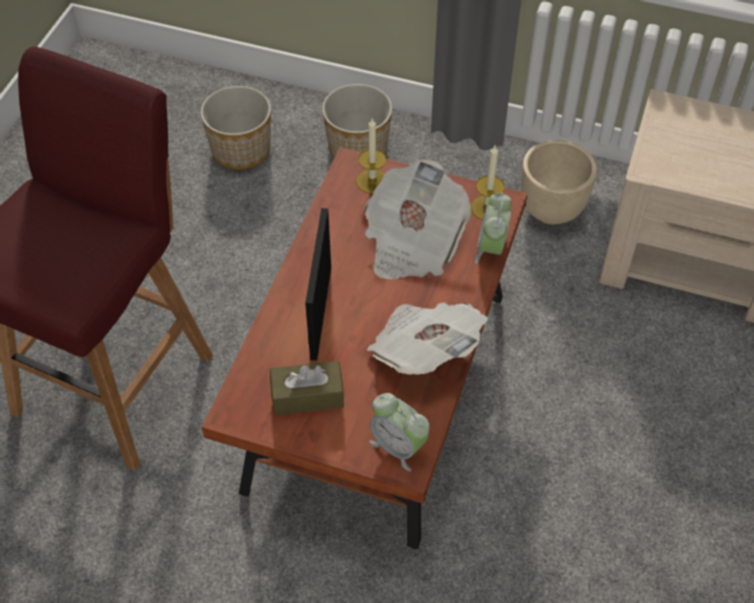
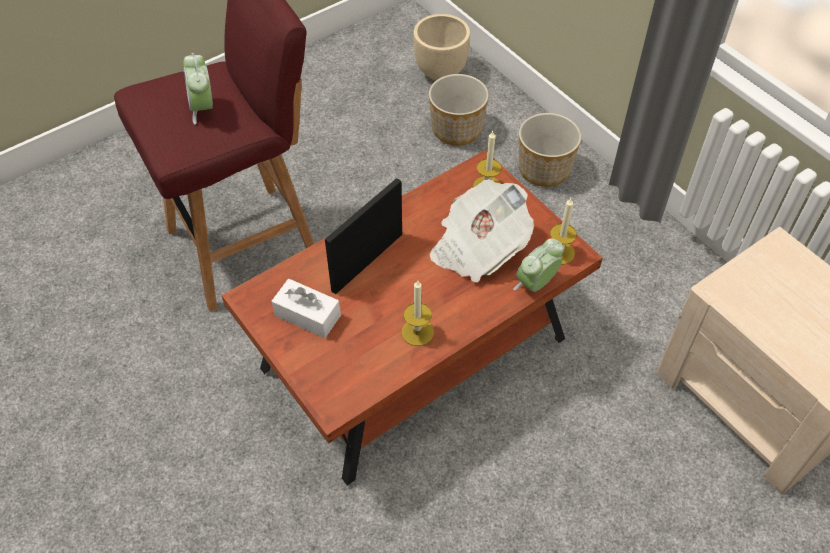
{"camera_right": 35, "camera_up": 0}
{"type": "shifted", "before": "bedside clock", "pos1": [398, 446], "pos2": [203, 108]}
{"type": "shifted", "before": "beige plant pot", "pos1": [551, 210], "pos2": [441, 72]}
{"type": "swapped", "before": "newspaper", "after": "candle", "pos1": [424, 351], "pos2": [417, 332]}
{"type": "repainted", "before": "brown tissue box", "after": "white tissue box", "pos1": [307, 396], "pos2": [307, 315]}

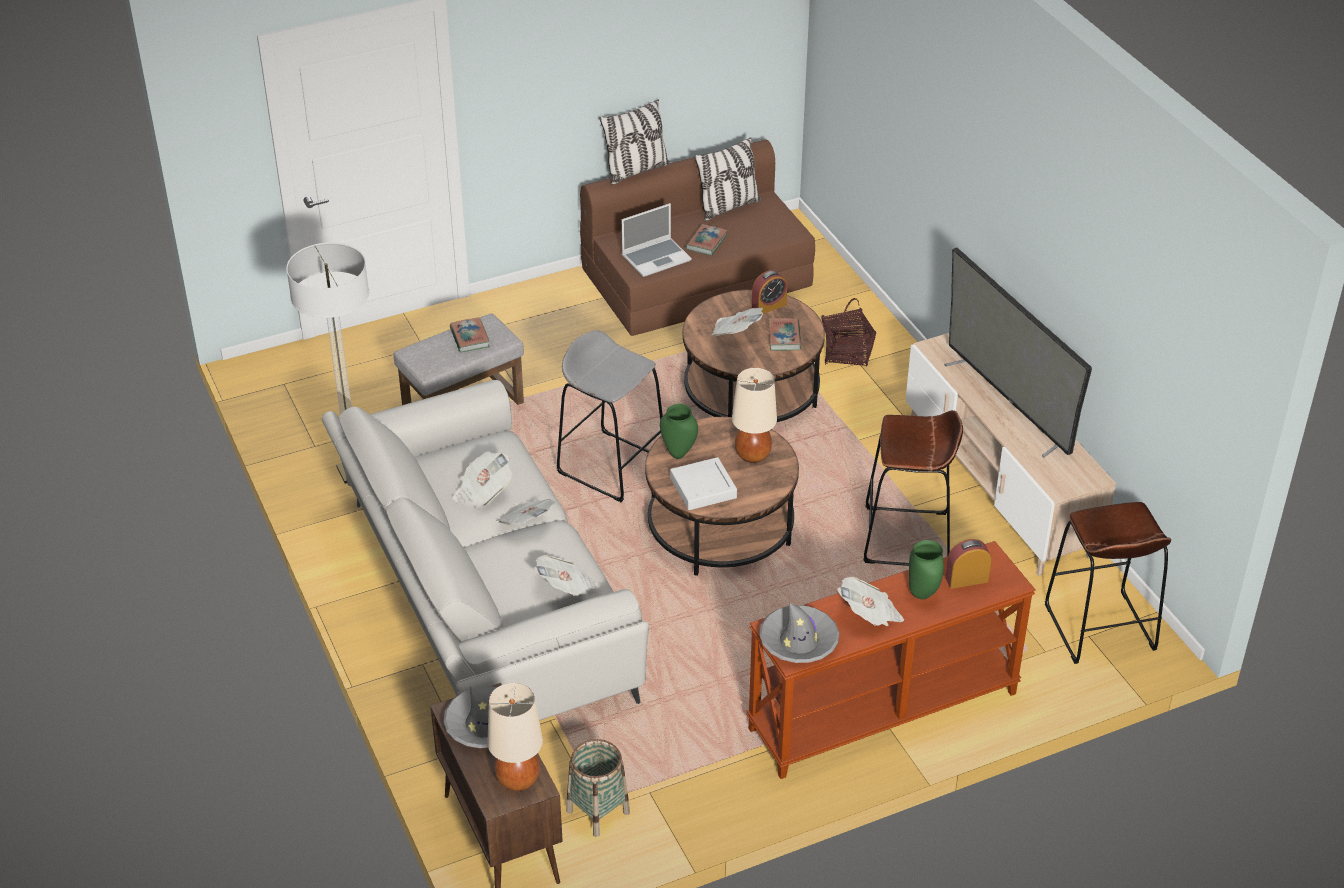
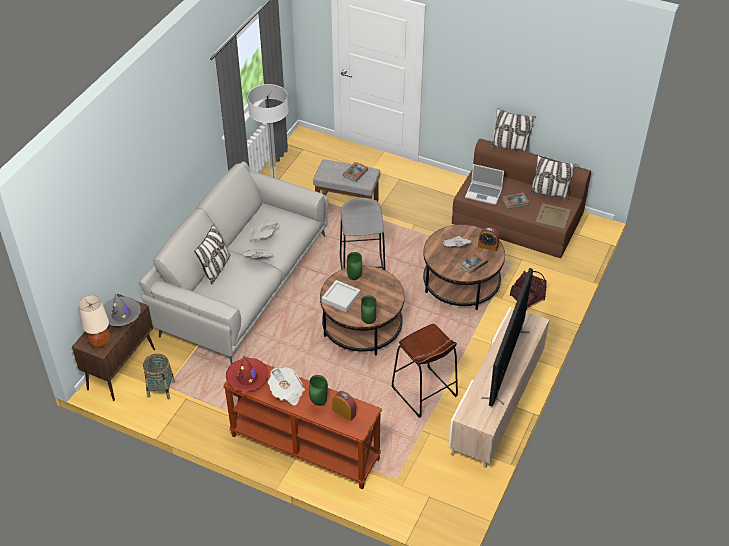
{"camera_right": 50, "camera_up": 5}
{"type": "gone", "before": "newspaper", "pos1": [567, 588]}
{"type": "gone", "before": "beige lamp for a table", "pos1": [752, 455]}
{"type": "gone", "before": "brown stool seat", "pos1": [1099, 628]}
{"type": "new", "after": "pillow", "pos2": [216, 268]}
{"type": "new", "after": "green-coloured flower vase", "pos2": [369, 321]}
{"type": "new", "after": "beige serving tray", "pos2": [553, 216]}
{"type": "repainted", "before": "greyish hat", "after": "red hat", "pos1": [799, 641], "pos2": [247, 378]}

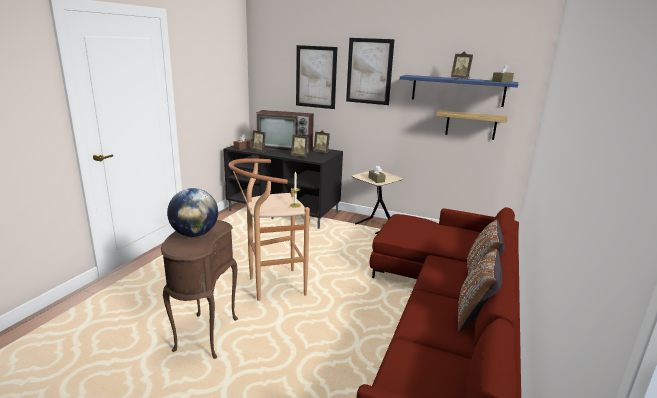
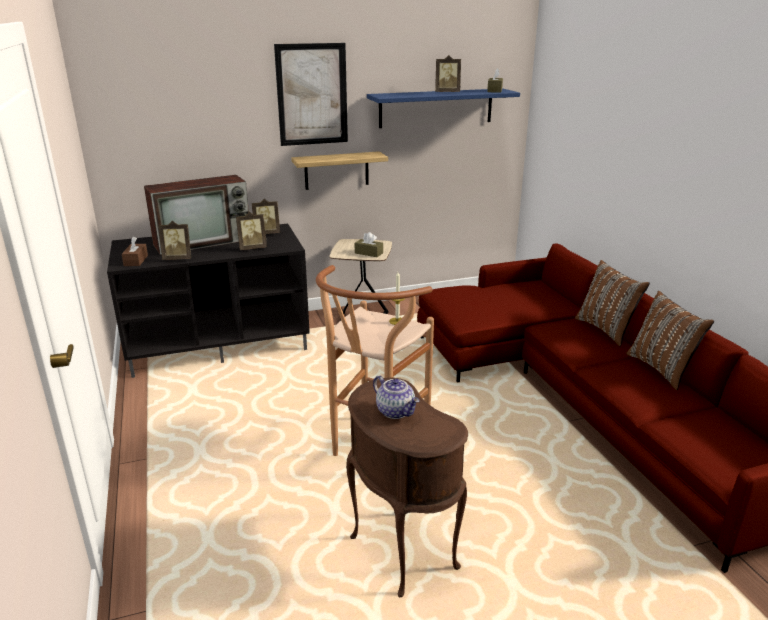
{"camera_right": -40, "camera_up": 5}
{"type": "gone", "before": "wall picture", "pos1": [316, 77]}
{"type": "shifted", "before": "bracket shelf", "pos1": [471, 125], "pos2": [336, 170]}
{"type": "swapped", "before": "globe", "after": "pot for tea", "pos1": [195, 234], "pos2": [396, 411]}

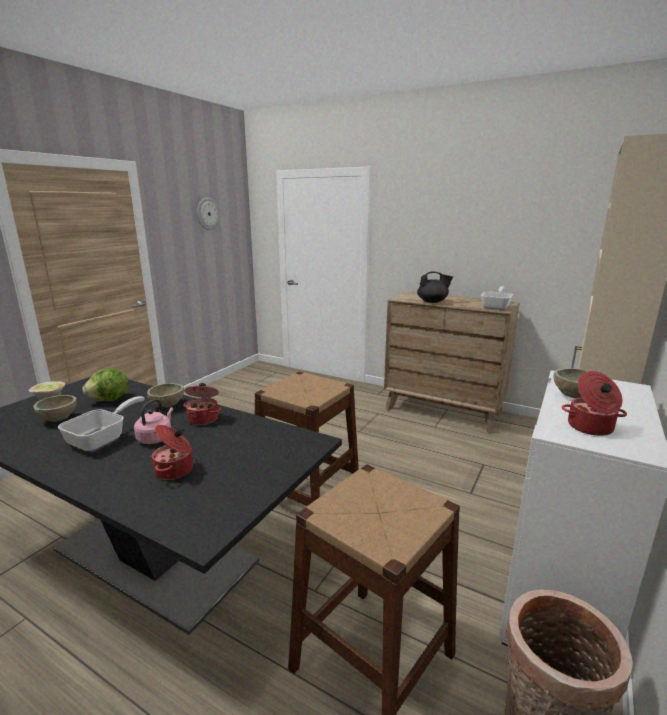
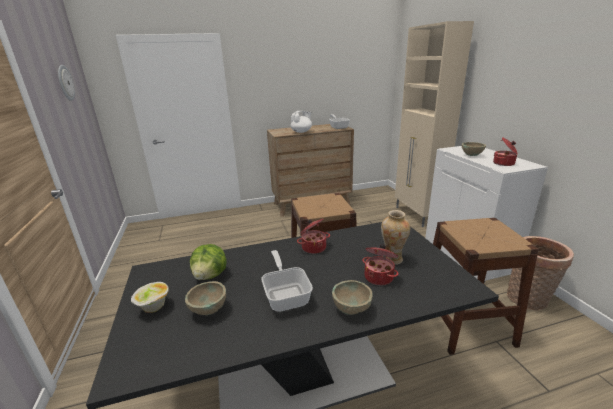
{"camera_right": -45, "camera_up": 5}
{"type": "gone", "before": "pinkish water kettle", "pos1": [156, 438]}
{"type": "new", "after": "flower vase", "pos2": [392, 259]}
{"type": "shifted", "before": "beige bowl", "pos1": [168, 406], "pos2": [352, 309]}
{"type": "repainted", "before": "black-coloured pot for tea", "after": "white pot for tea", "pos1": [432, 302], "pos2": [301, 132]}

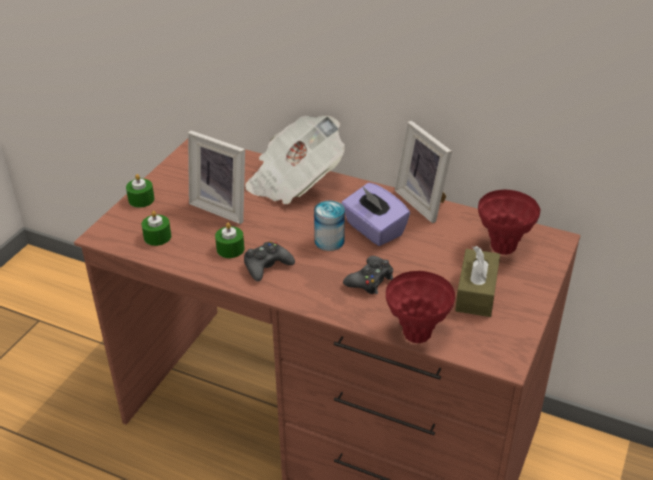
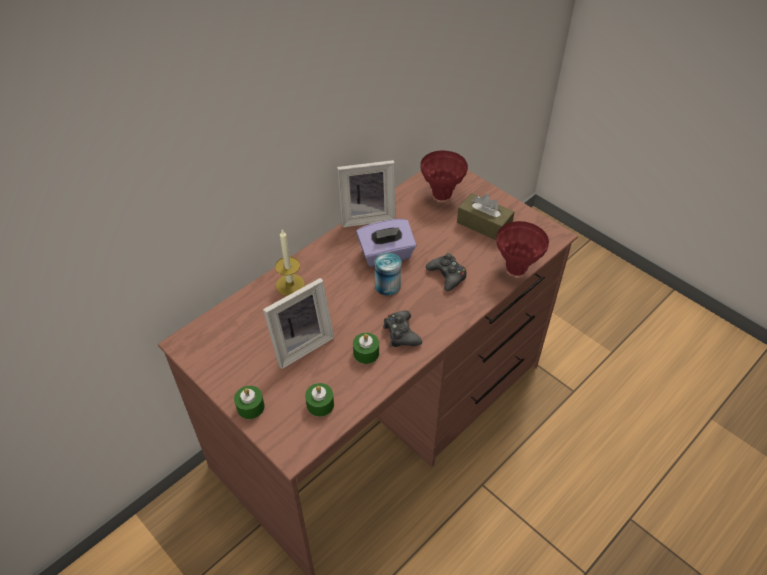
{"camera_right": -70, "camera_up": 10}
{"type": "swapped", "before": "newspaper", "after": "candle", "pos1": [294, 181], "pos2": [290, 285]}

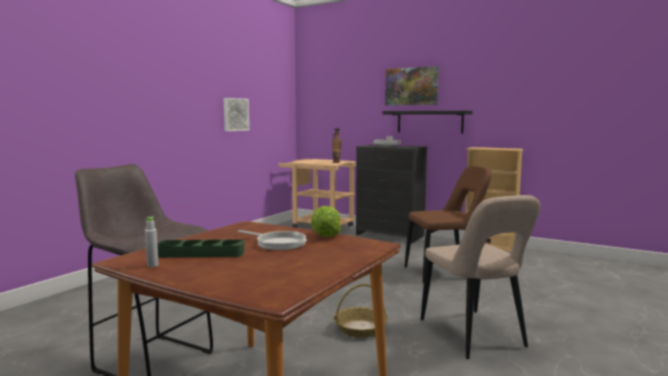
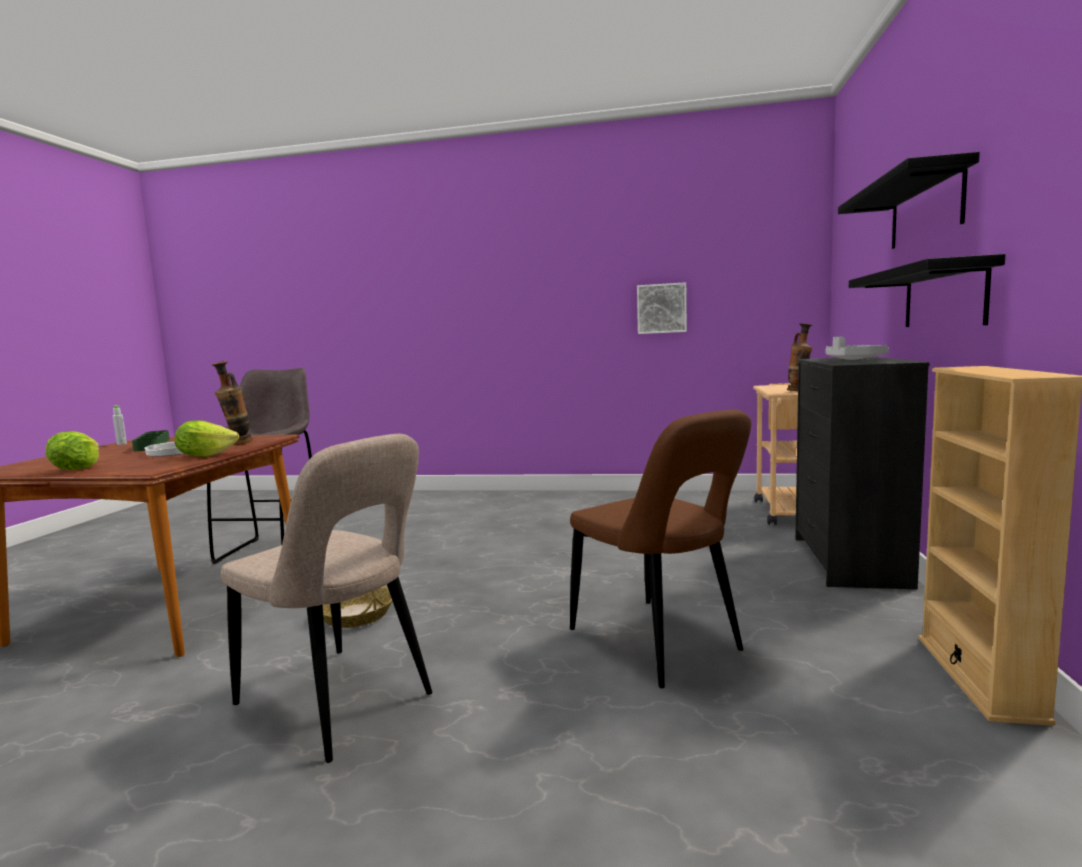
{"camera_right": 70, "camera_up": 0}
{"type": "new", "after": "lettuce", "pos2": [76, 469]}
{"type": "new", "after": "flower vase", "pos2": [237, 444]}
{"type": "swapped", "before": "wall picture", "after": "black-coloured bracket shelf", "pos1": [411, 86], "pos2": [925, 209]}
{"type": "rotated", "before": "beige plain chair", "pos1": [474, 336], "pos2": [340, 703], "turn": -105}

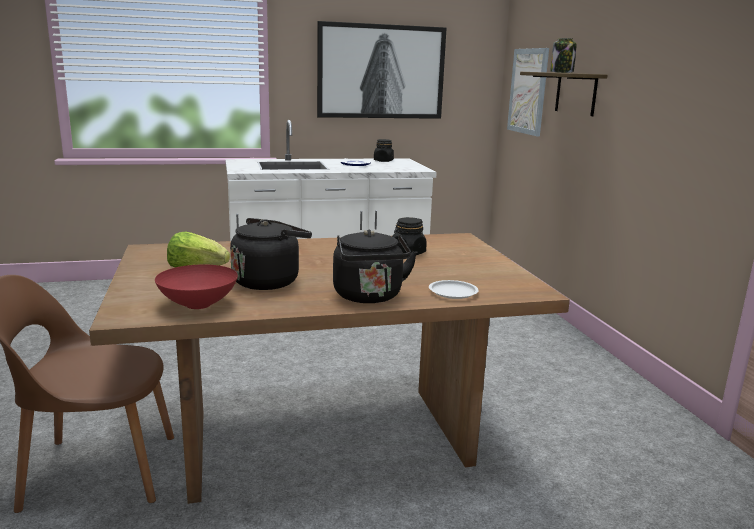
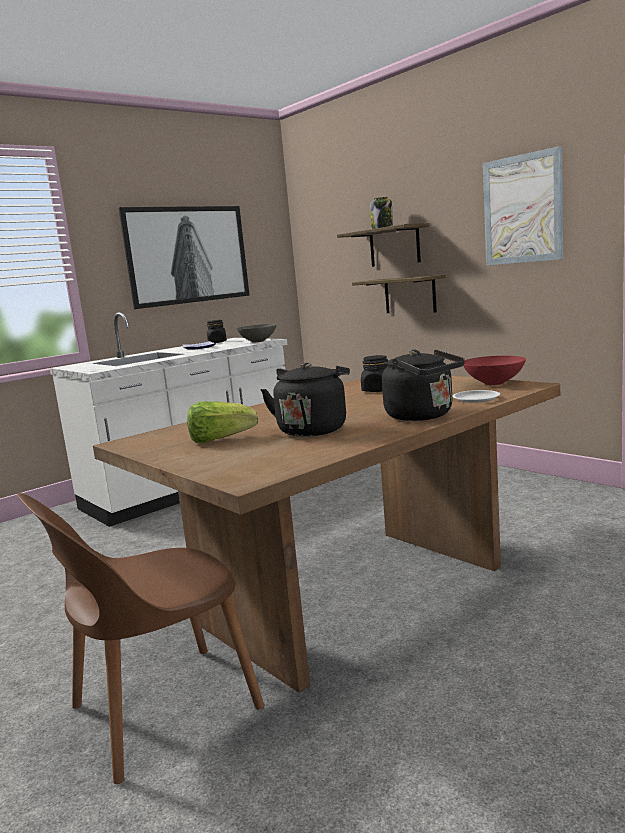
{"camera_right": -25, "camera_up": -5}
{"type": "new", "after": "greyish bowl", "pos2": [257, 341]}
{"type": "new", "after": "bracket shelf", "pos2": [410, 295]}
{"type": "shifted", "before": "red bowl", "pos1": [198, 304], "pos2": [493, 383]}
{"type": "shifted", "before": "wall picture", "pos1": [528, 91], "pos2": [522, 209]}

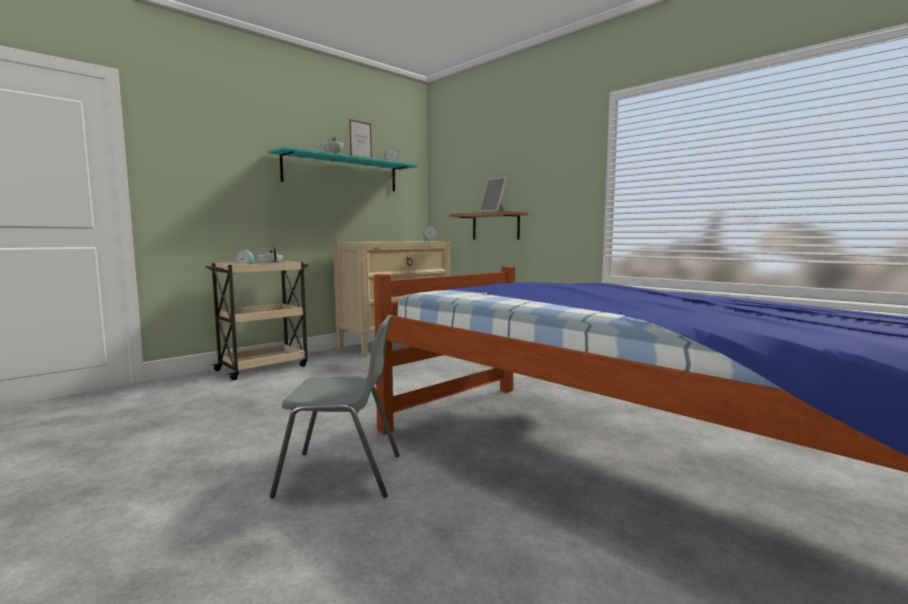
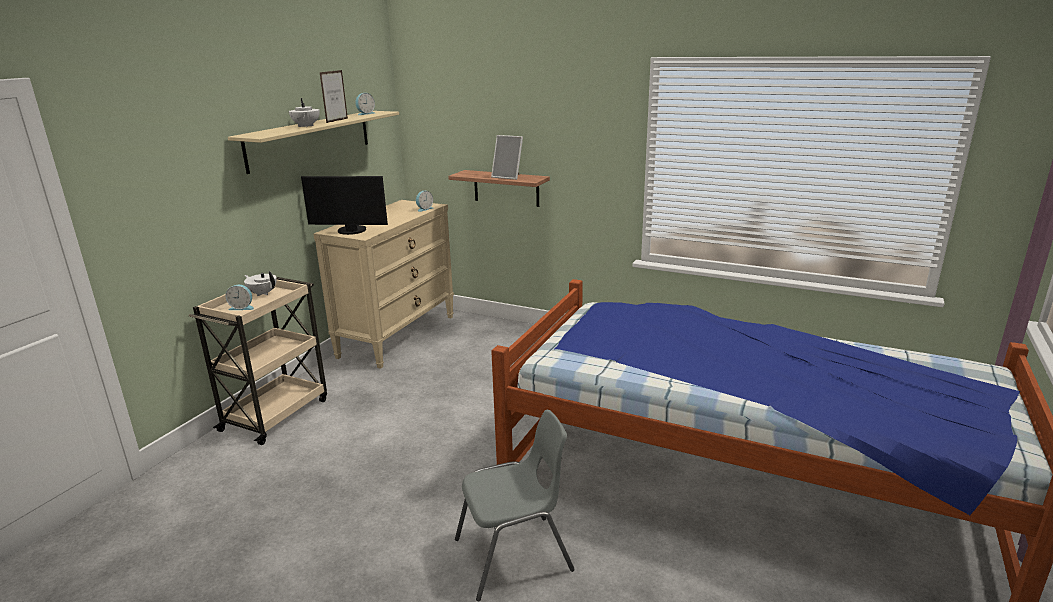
{"camera_right": -20, "camera_up": 15}
{"type": "new", "after": "computer display", "pos2": [351, 231]}
{"type": "repainted", "before": "turquoise bracket shelf", "after": "beige bracket shelf", "pos1": [342, 173], "pos2": [310, 140]}

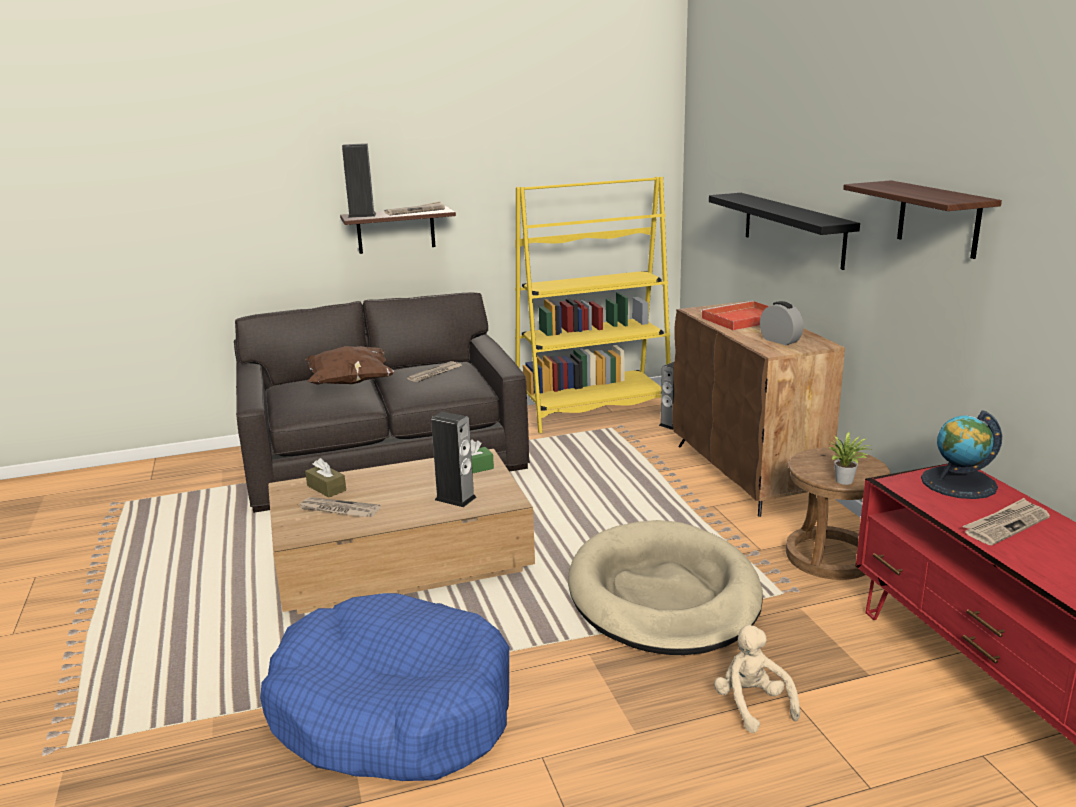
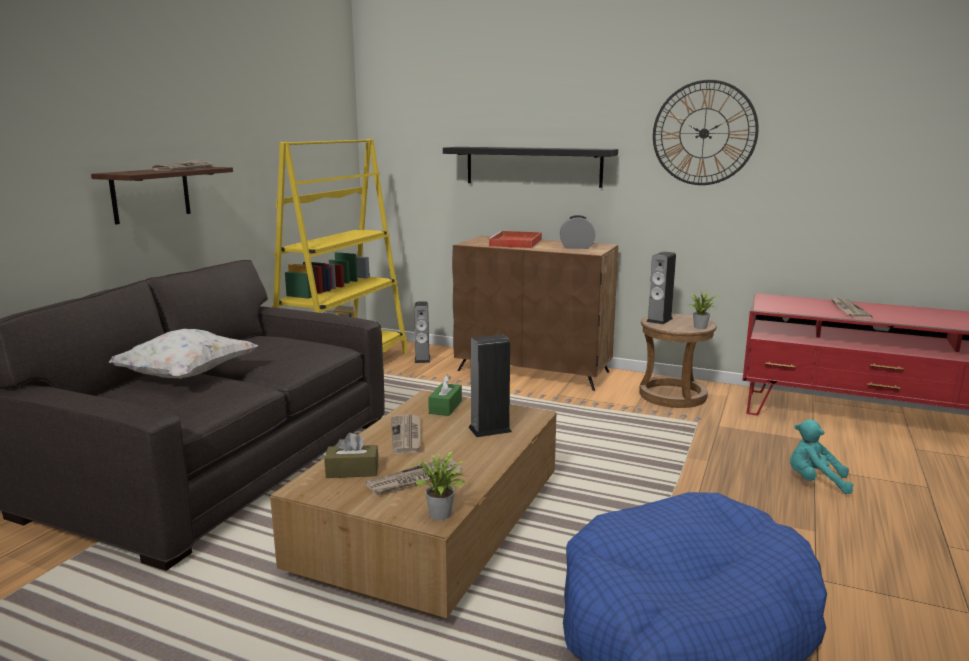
{"camera_right": -50, "camera_up": -5}
{"type": "gone", "before": "beige dog cushion", "pos1": [663, 595]}
{"type": "gone", "before": "globe", "pos1": [958, 483]}
{"type": "new", "after": "houseplant", "pos2": [441, 515]}
{"type": "shifted", "before": "audio speaker", "pos1": [362, 215], "pos2": [659, 320]}
{"type": "shifted", "before": "newspaper", "pos1": [435, 373], "pos2": [407, 436]}
{"type": "swapped", "before": "bracket shelf", "after": "hanging clock", "pos1": [938, 219], "pos2": [704, 133]}
{"type": "repainted", "before": "brown pillow", "after": "white pillow", "pos1": [350, 383], "pos2": [186, 376]}
{"type": "repainted", "before": "beige soft toy", "after": "turquoise soft toy", "pos1": [752, 705], "pos2": [815, 482]}

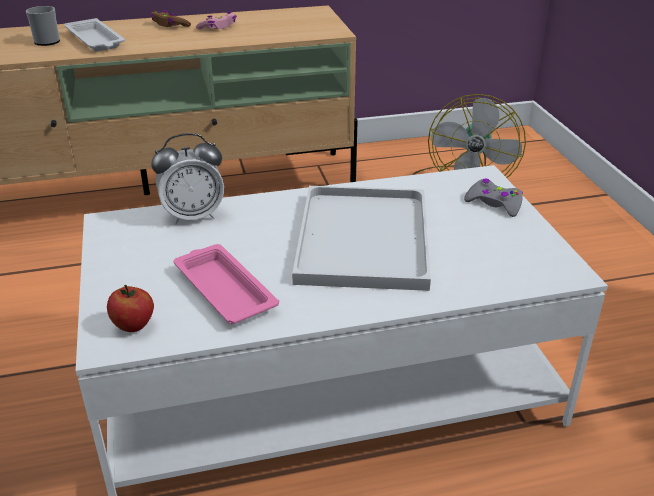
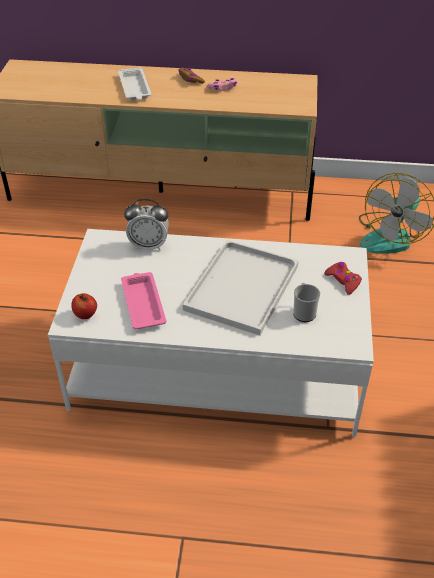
{"camera_right": 20, "camera_up": 10}
{"type": "shifted", "before": "tea mug", "pos1": [46, 40], "pos2": [304, 312]}
{"type": "repainted", "before": "greyish game controller", "after": "red game controller", "pos1": [494, 204], "pos2": [343, 281]}

